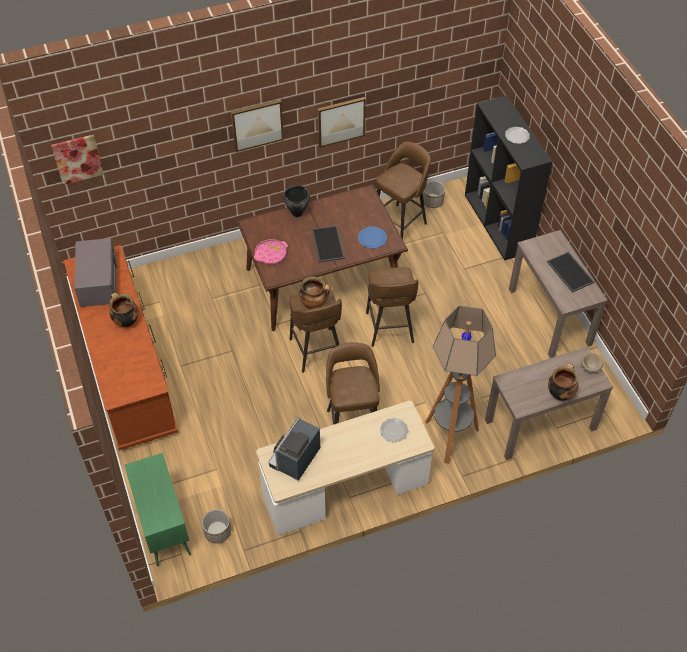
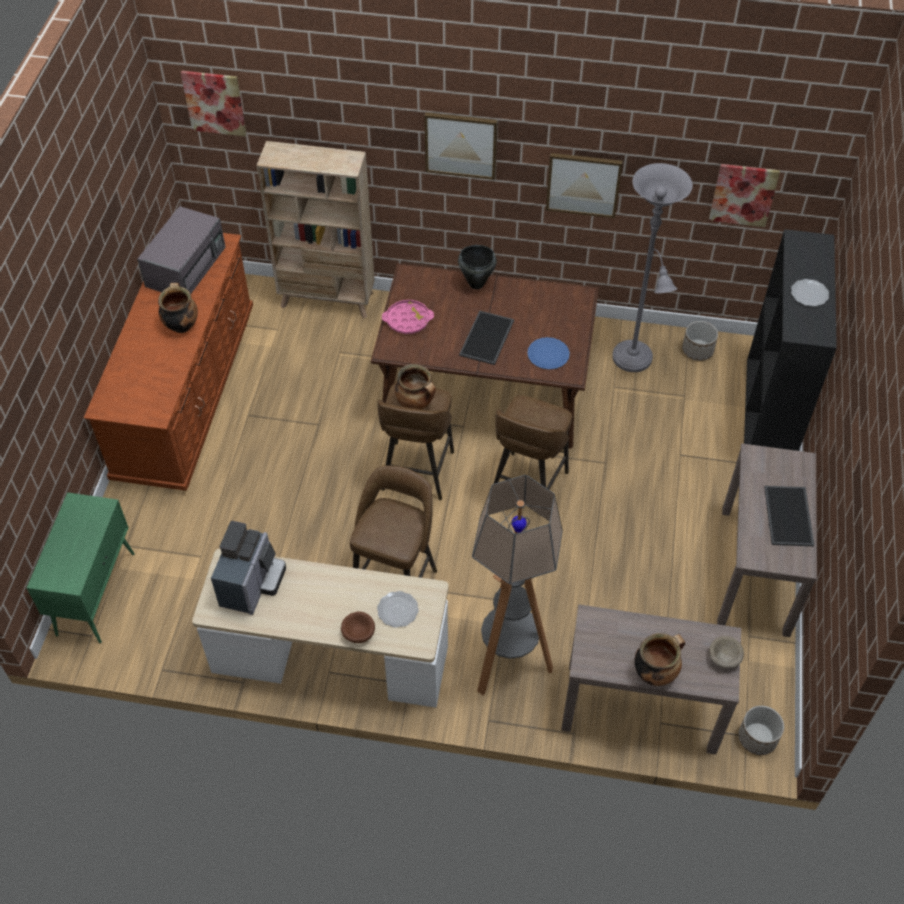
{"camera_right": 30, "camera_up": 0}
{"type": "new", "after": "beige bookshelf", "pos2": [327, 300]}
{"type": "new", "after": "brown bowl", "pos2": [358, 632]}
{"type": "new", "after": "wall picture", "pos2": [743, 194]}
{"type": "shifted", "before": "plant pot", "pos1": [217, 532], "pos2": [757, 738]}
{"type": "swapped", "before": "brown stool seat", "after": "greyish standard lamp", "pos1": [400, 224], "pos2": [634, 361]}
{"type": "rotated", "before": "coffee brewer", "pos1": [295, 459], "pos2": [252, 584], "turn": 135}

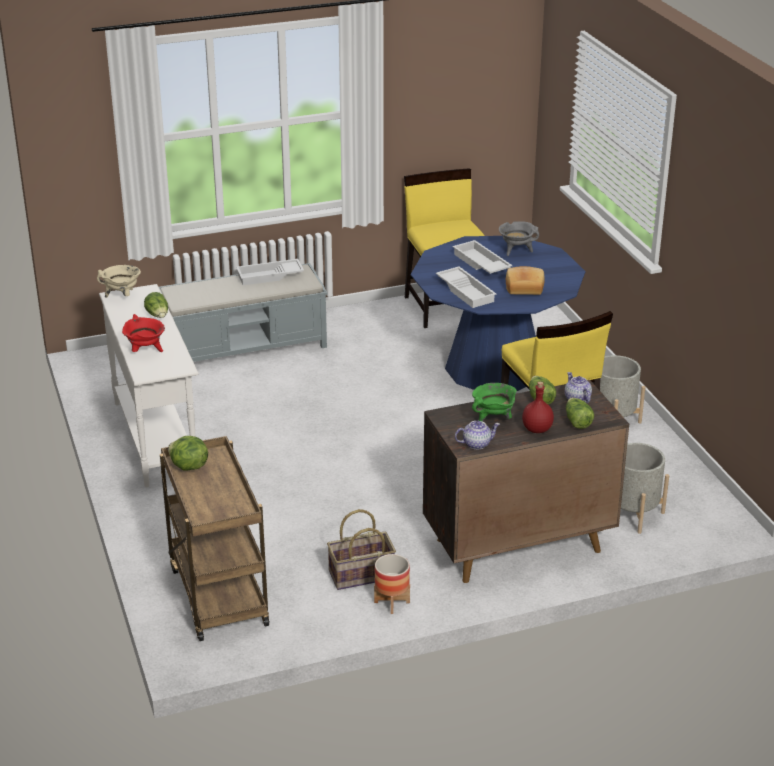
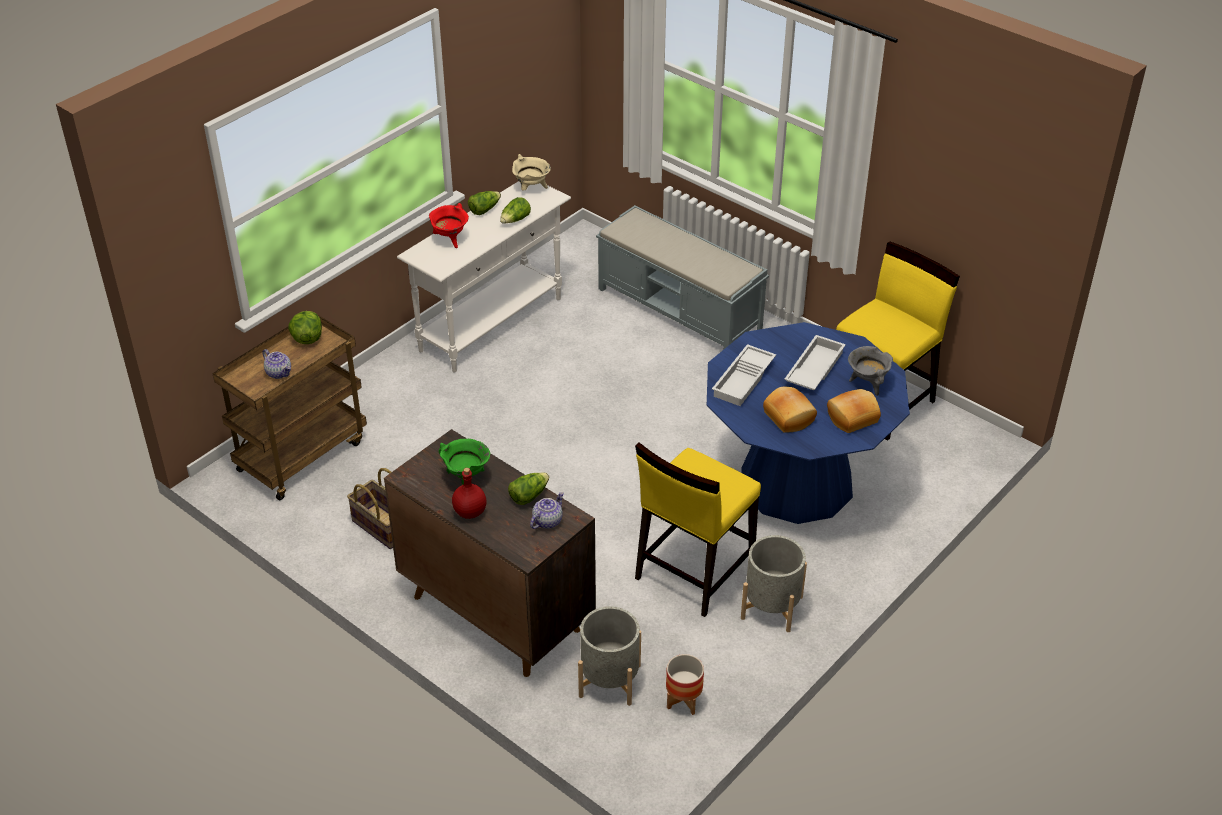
{"camera_right": 60, "camera_up": 10}
{"type": "gone", "before": "white serving tray", "pos1": [269, 276]}
{"type": "new", "after": "baked bread", "pos2": [851, 417]}
{"type": "shifted", "before": "plant pot", "pos1": [392, 602], "pos2": [683, 701]}
{"type": "shifted", "before": "pot for tea", "pos1": [476, 444], "pos2": [279, 373]}
{"type": "shifted", "before": "lettuce", "pos1": [577, 421], "pos2": [484, 209]}

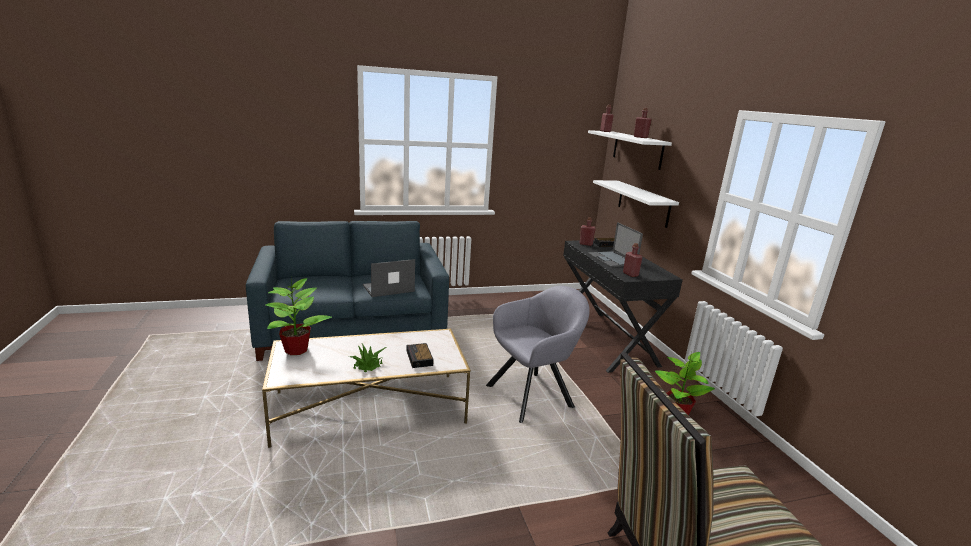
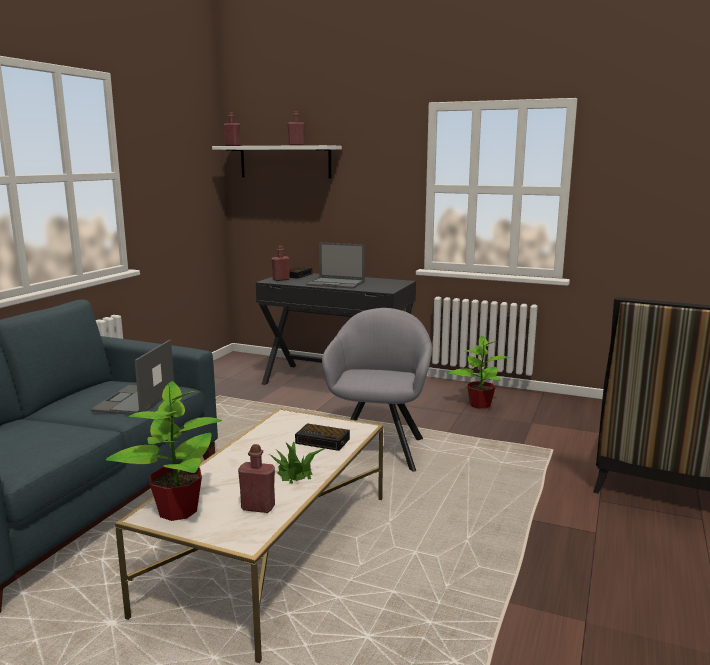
{"camera_right": -50, "camera_up": -5}
{"type": "gone", "before": "white bracket shelf", "pos1": [643, 203]}
{"type": "shifted", "before": "red drink bottle", "pos1": [630, 274], "pos2": [258, 507]}

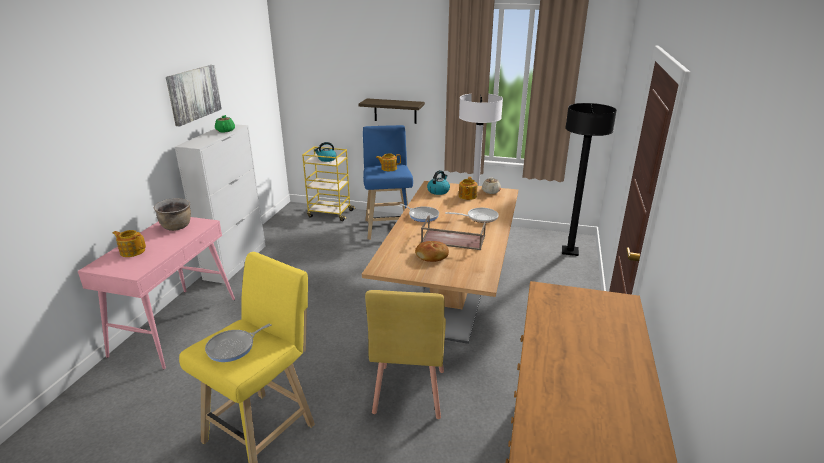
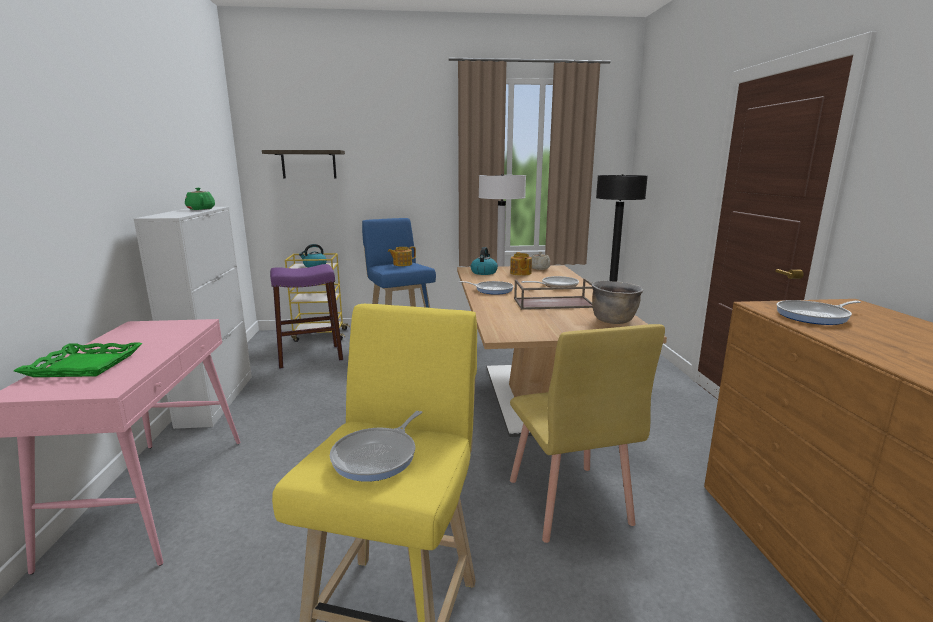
{"camera_right": -20, "camera_up": -10}
{"type": "gone", "before": "wall picture", "pos1": [193, 94]}
{"type": "gone", "before": "baked bread", "pos1": [432, 256]}
{"type": "new", "after": "purple stool seat", "pos2": [310, 356]}
{"type": "new", "after": "pan", "pos2": [815, 316]}
{"type": "shifted", "before": "brown cooking pot", "pos1": [177, 227], "pos2": [613, 320]}
{"type": "shifted", "before": "bracket shelf", "pos1": [395, 111], "pos2": [309, 164]}
{"type": "swapped", "before": "pot for tea", "after": "green-coloured serving tray", "pos1": [132, 251], "pos2": [85, 365]}

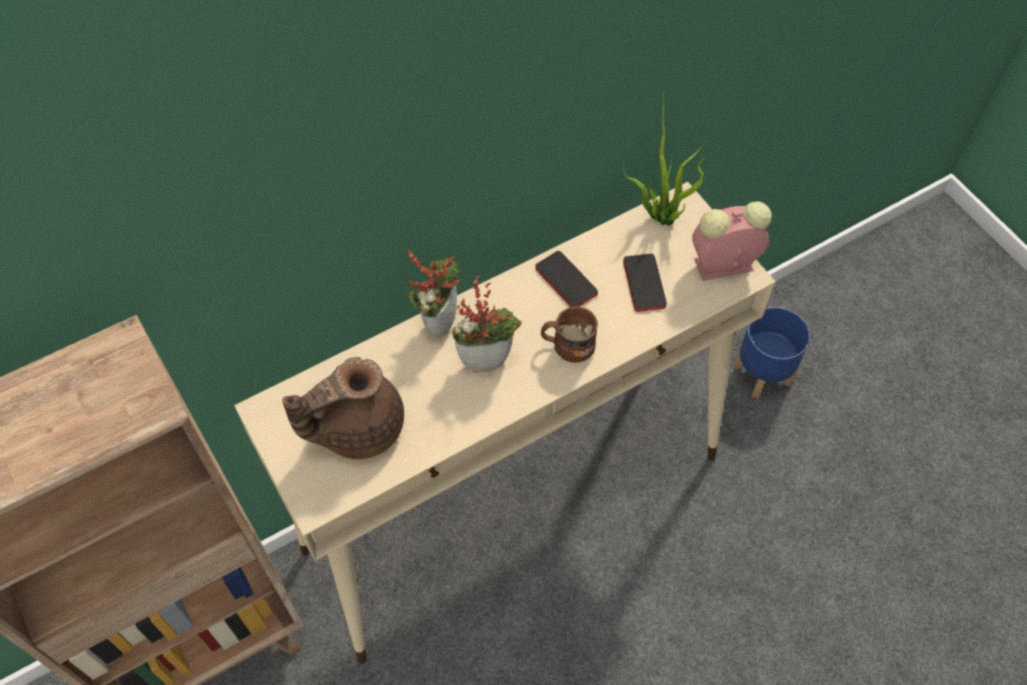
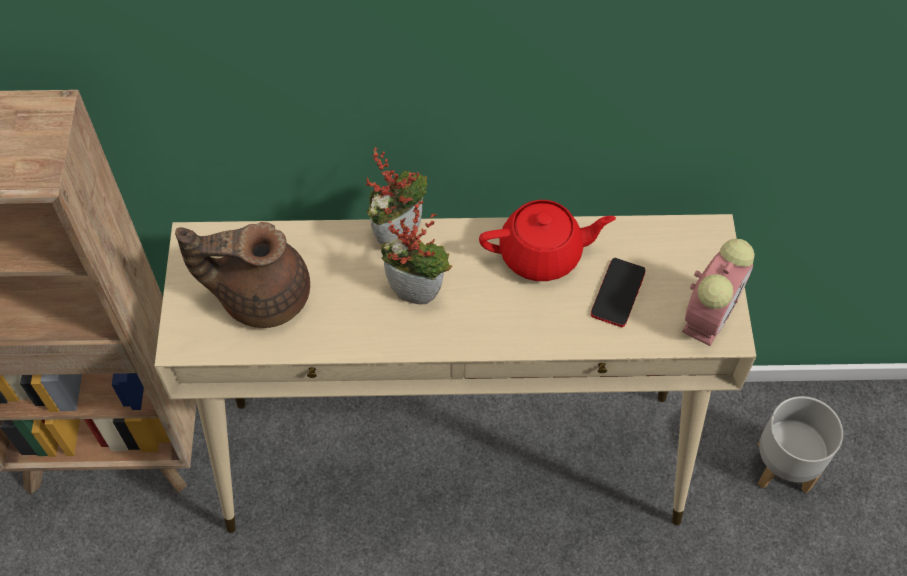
{"camera_right": 30, "camera_up": 0}
{"type": "gone", "before": "brown tea mug", "pos1": [567, 345]}
{"type": "gone", "before": "houseplant", "pos1": [660, 216]}
{"type": "swapped", "before": "phone", "after": "red pot for tea", "pos1": [566, 280], "pos2": [542, 254]}
{"type": "repainted", "before": "bluish plant pot", "after": "greyish plant pot", "pos1": [763, 373], "pos2": [785, 466]}
{"type": "rotated", "before": "bedside clock", "pos1": [721, 266], "pos2": [709, 314], "turn": 105}

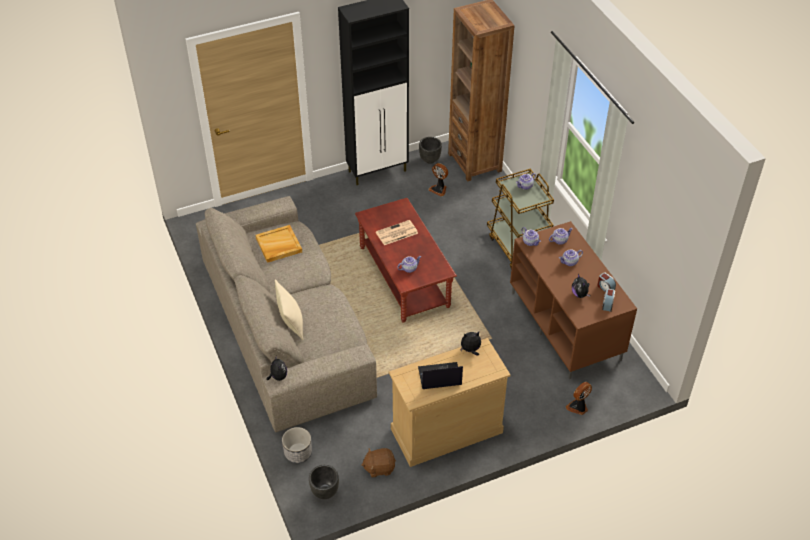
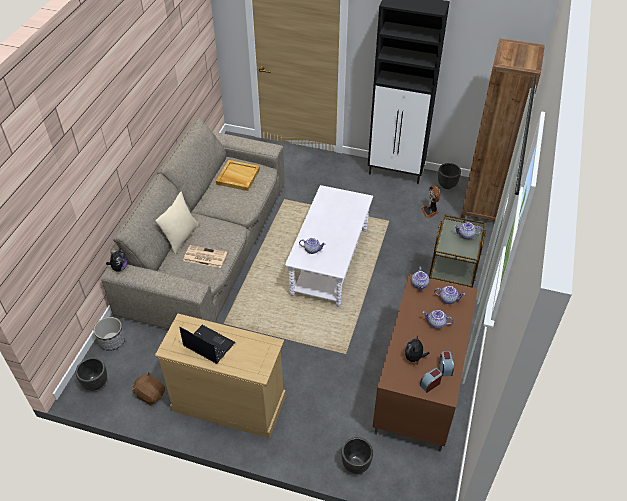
{"camera_right": 40, "camera_up": 0}
{"type": "gone", "before": "soft toy", "pos1": [470, 350]}
{"type": "shifted", "before": "newspaper", "pos1": [396, 233], "pos2": [204, 257]}
{"type": "swapped", "before": "cooling fan", "after": "black-coloured plant pot", "pos1": [578, 407], "pos2": [355, 465]}
{"type": "repainted", "before": "brown lounge table", "after": "white lounge table", "pos1": [404, 276], "pos2": [330, 261]}

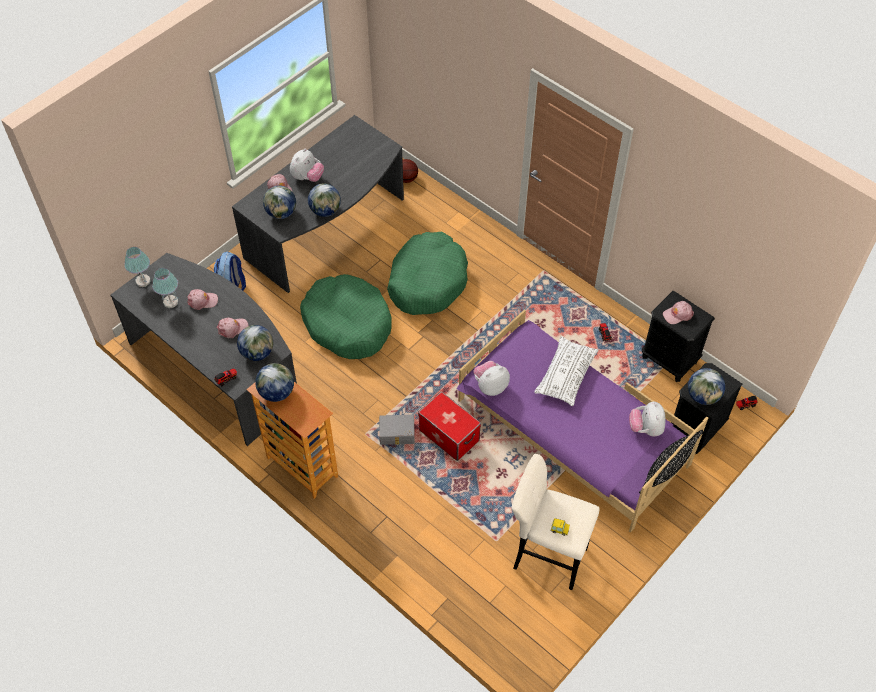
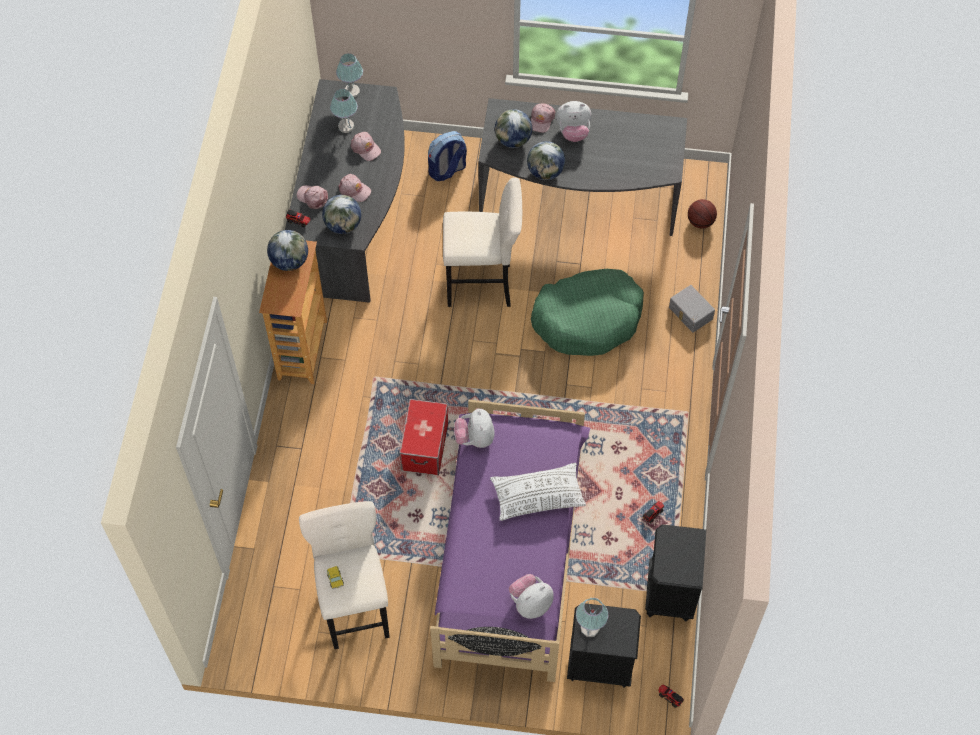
{"camera_right": 55, "camera_up": 5}
{"type": "shifted", "before": "greyish storage container", "pos1": [397, 434], "pos2": [690, 313]}
{"type": "shifted", "before": "pinkish baseball cap", "pos1": [677, 314], "pos2": [312, 197]}
{"type": "swapped", "before": "green-coloured dog cushion", "after": "beige stool seat", "pos1": [347, 324], "pos2": [483, 285]}
{"type": "swapped", "before": "globe", "after": "lamp for a table", "pos1": [703, 396], "pos2": [590, 628]}
{"type": "rotated", "before": "soft toy", "pos1": [490, 386], "pos2": [475, 438], "turn": -120}

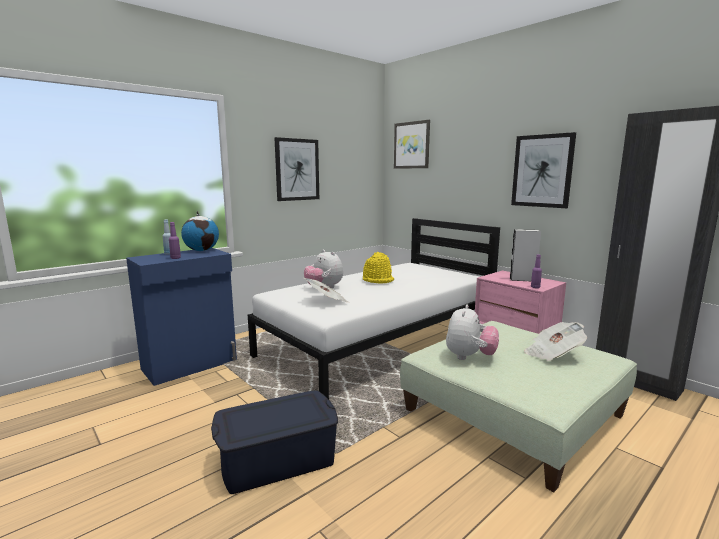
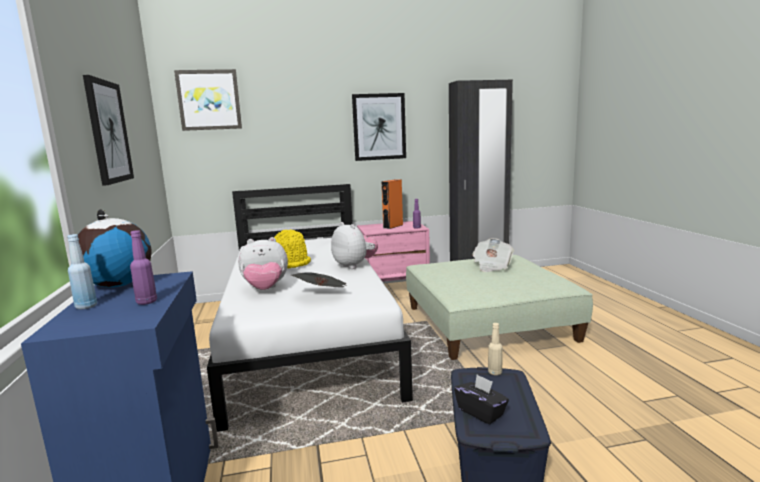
{"camera_right": -60, "camera_up": 0}
{"type": "new", "after": "black-coloured tissue box", "pos2": [481, 412]}
{"type": "new", "after": "beige drink bottle", "pos2": [495, 372]}
{"type": "shifted", "before": "soft toy", "pos1": [469, 357], "pos2": [354, 265]}
{"type": "repainted", "before": "greyish audio speaker", "after": "orange-coloured audio speaker", "pos1": [522, 279], "pos2": [393, 226]}

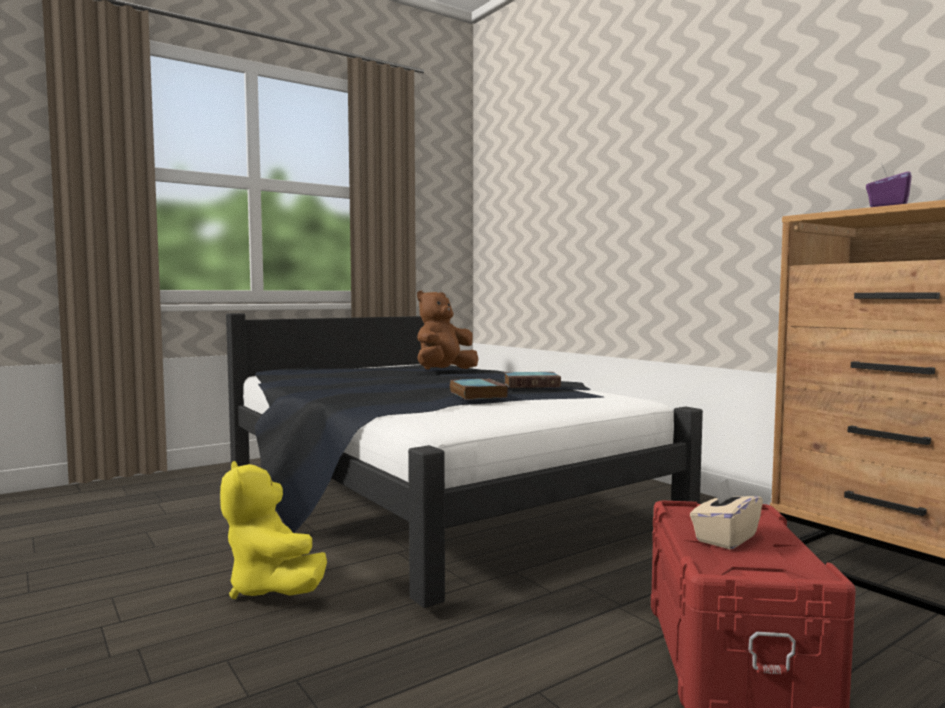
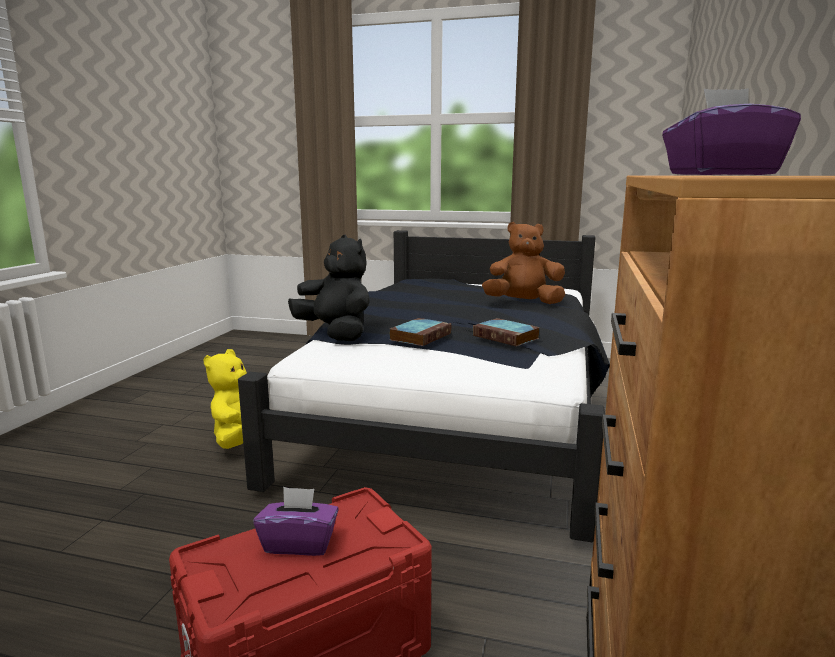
{"camera_right": 50, "camera_up": 10}
{"type": "new", "after": "black-coloured soft toy", "pos2": [336, 334]}
{"type": "repainted", "before": "beige tissue box", "after": "purple tissue box", "pos1": [725, 538], "pos2": [299, 543]}

